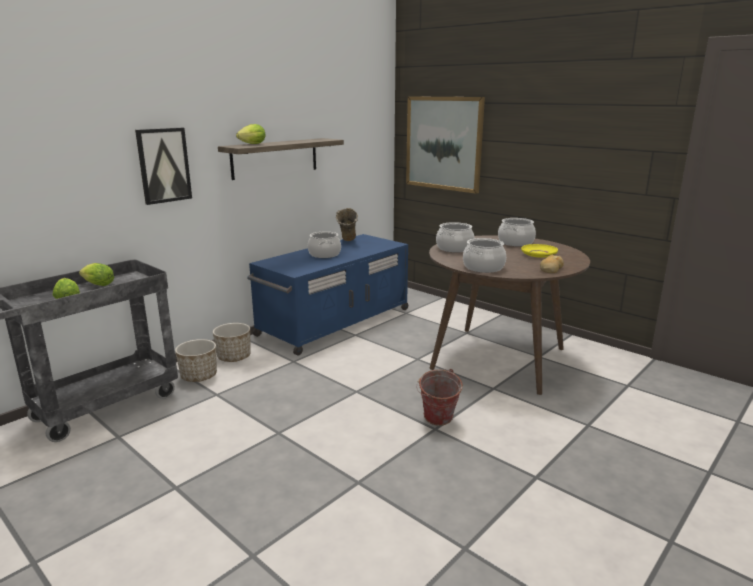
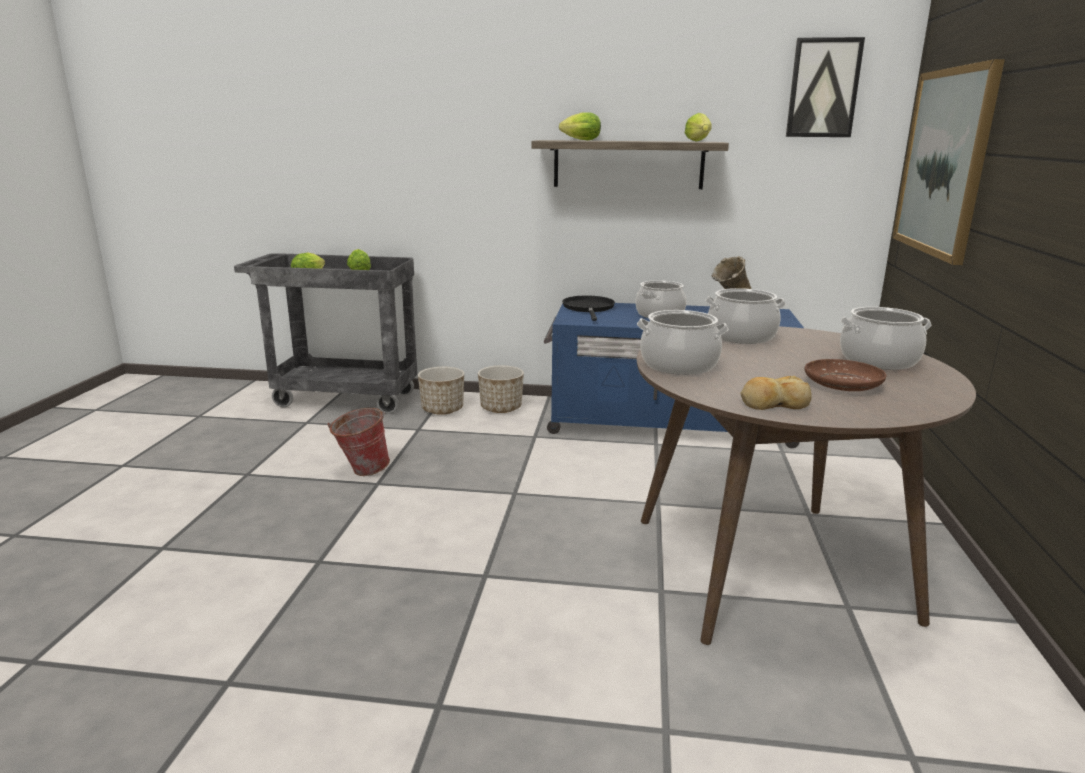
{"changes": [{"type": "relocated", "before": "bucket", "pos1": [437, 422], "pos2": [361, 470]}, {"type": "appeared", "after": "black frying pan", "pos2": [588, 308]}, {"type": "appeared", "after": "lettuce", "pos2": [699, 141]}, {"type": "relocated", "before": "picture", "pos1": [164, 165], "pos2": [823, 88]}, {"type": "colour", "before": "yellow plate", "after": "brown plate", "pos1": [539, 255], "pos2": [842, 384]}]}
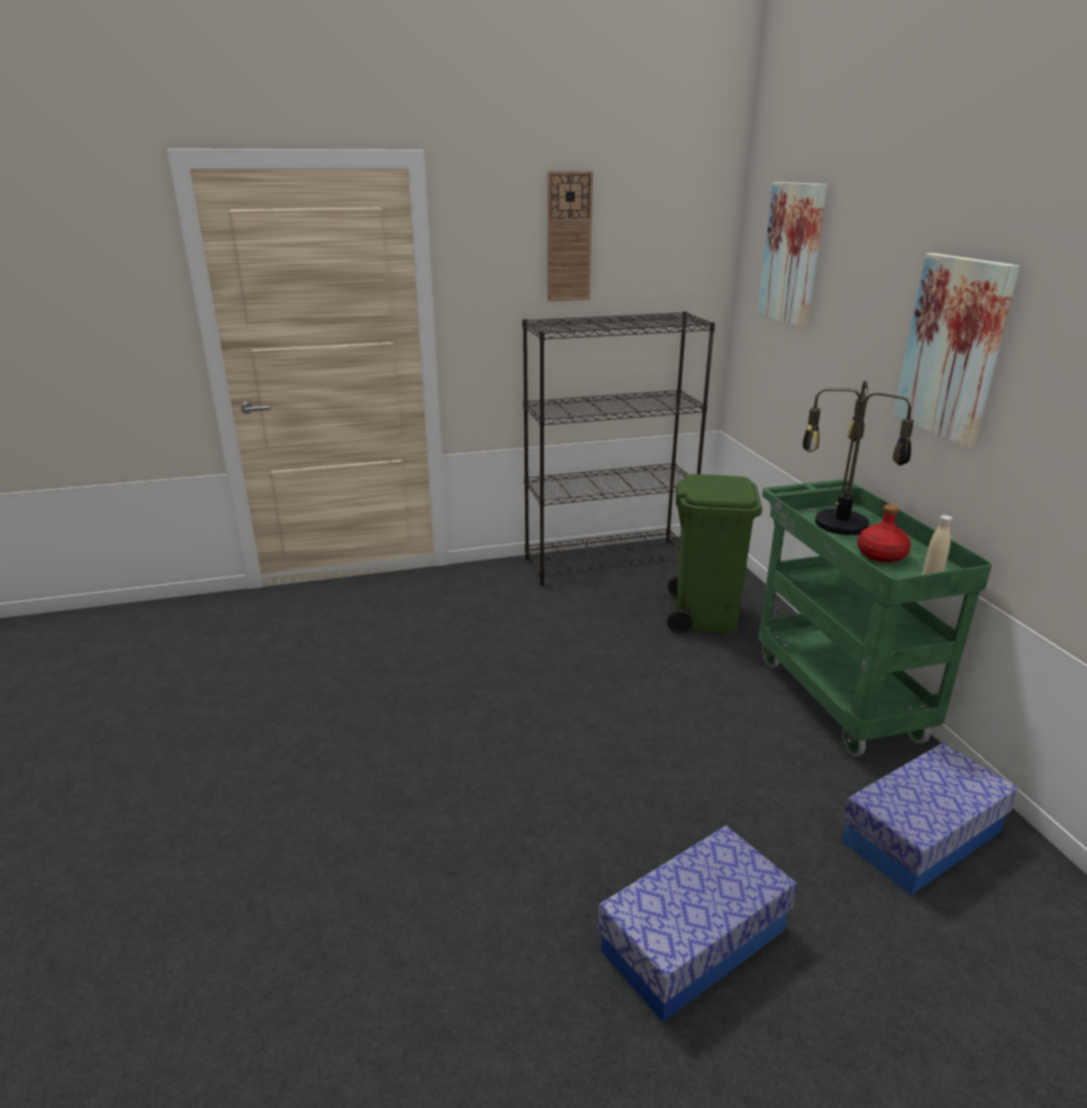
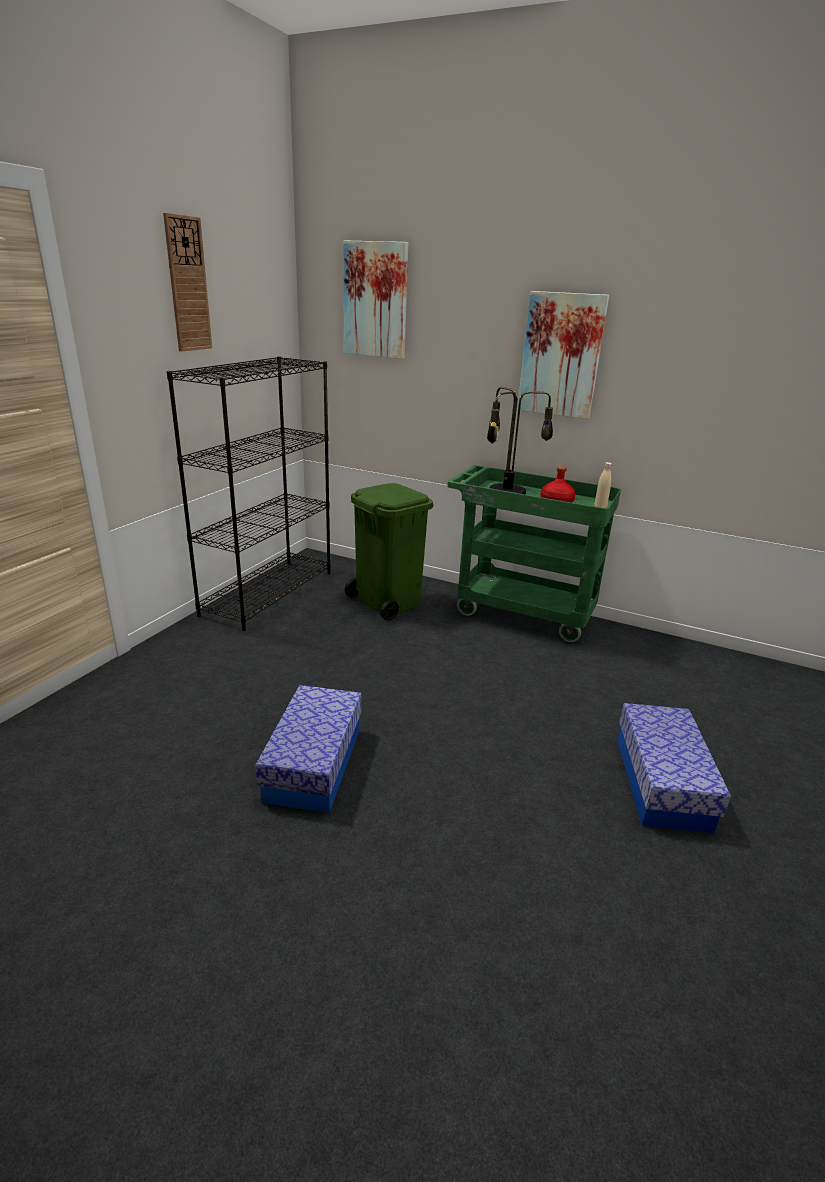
{"changes": [{"type": "relocated", "before": "storage box", "pos1": [921, 836], "pos2": [314, 763]}]}
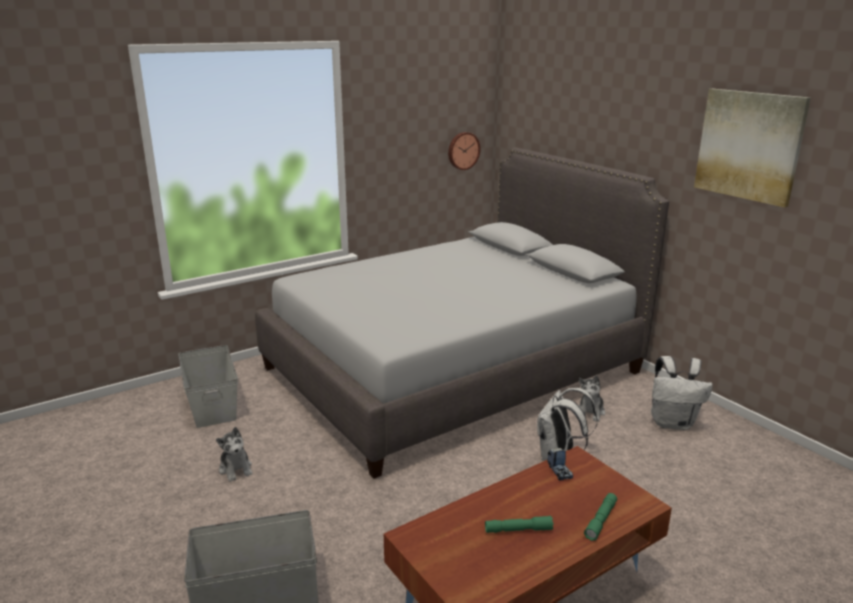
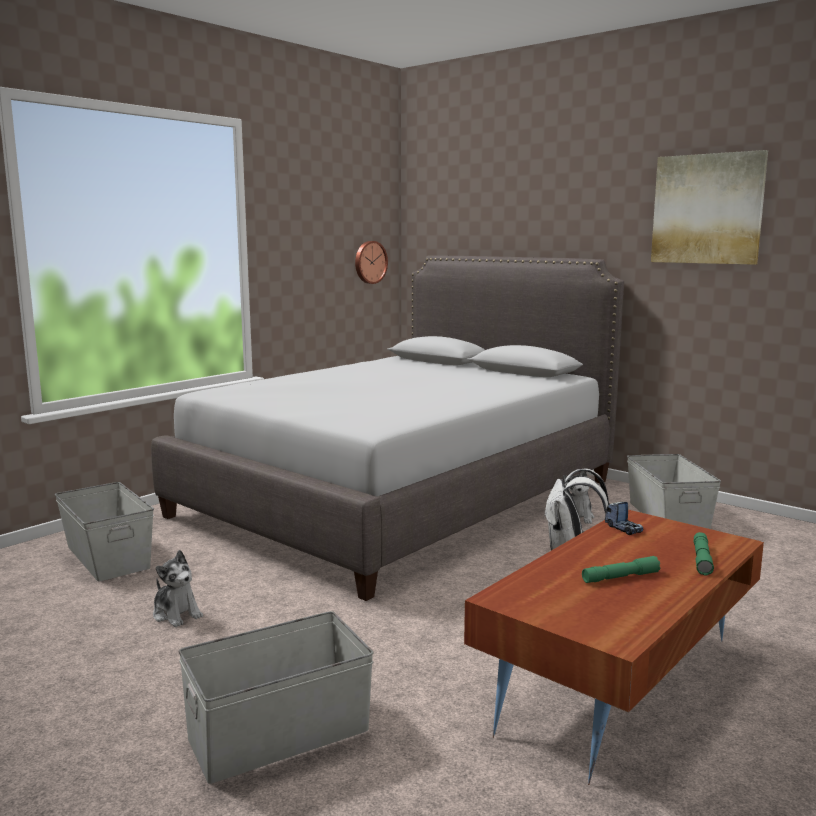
{"changes": [{"type": "exchanged", "before": "white backpack", "after": "grey storage box", "pos1": [672, 423], "pos2": [668, 517]}]}
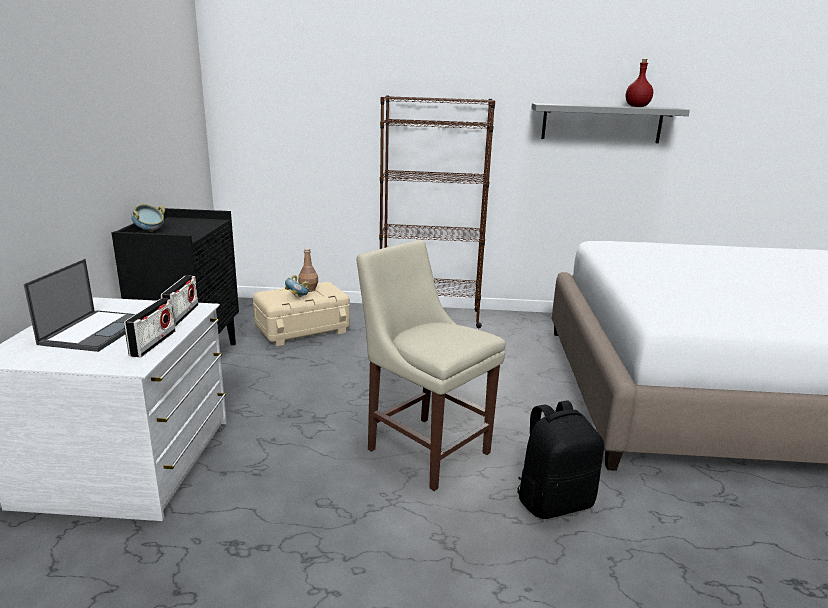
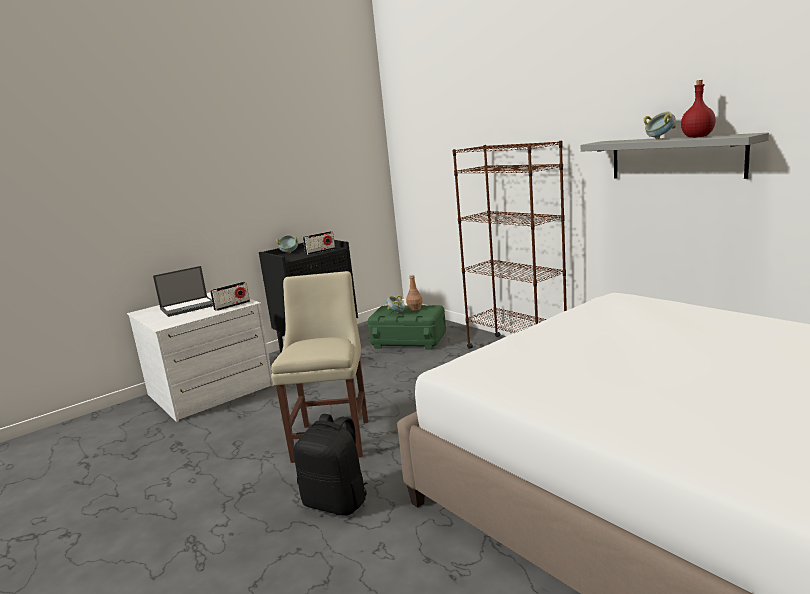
{"changes": [{"type": "relocated", "before": "radio", "pos1": [153, 343], "pos2": [320, 251]}, {"type": "colour", "before": "beige storage box", "after": "green storage box", "pos1": [302, 329], "pos2": [409, 341]}, {"type": "appeared", "after": "bowl", "pos2": [659, 139]}]}
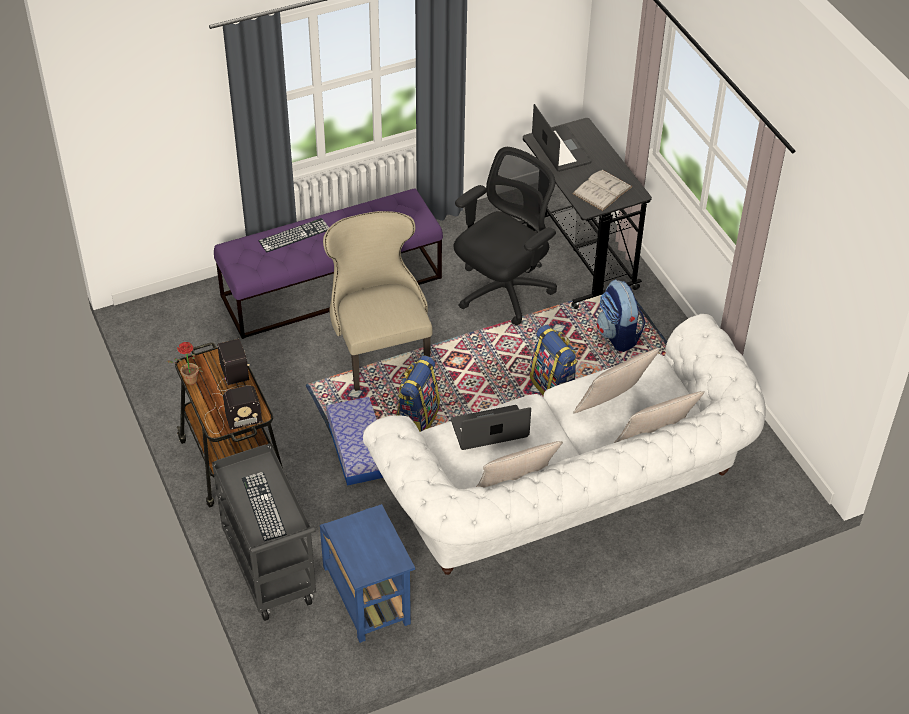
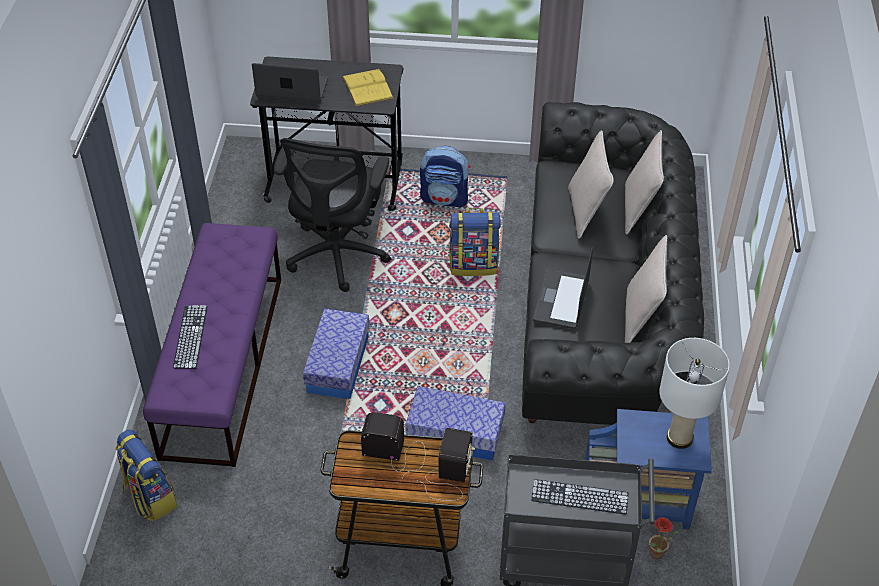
{"changes": [{"type": "relocated", "before": "backpack", "pos1": [417, 418], "pos2": [149, 497]}, {"type": "spun", "before": "black office chair", "pos1": [501, 295], "pos2": [337, 249], "turn": -150}, {"type": "exchanged", "before": "beige chair", "after": "storage box", "pos1": [379, 350], "pos2": [338, 364]}, {"type": "colour", "before": "white book", "after": "yellow book", "pos1": [602, 190], "pos2": [367, 87]}, {"type": "colour", "before": "white sofa", "after": "black sofa", "pos1": [570, 494], "pos2": [603, 308]}, {"type": "relocated", "before": "potted plant", "pos1": [188, 381], "pos2": [657, 555]}, {"type": "appeared", "after": "white table lamp", "pos2": [679, 437]}]}
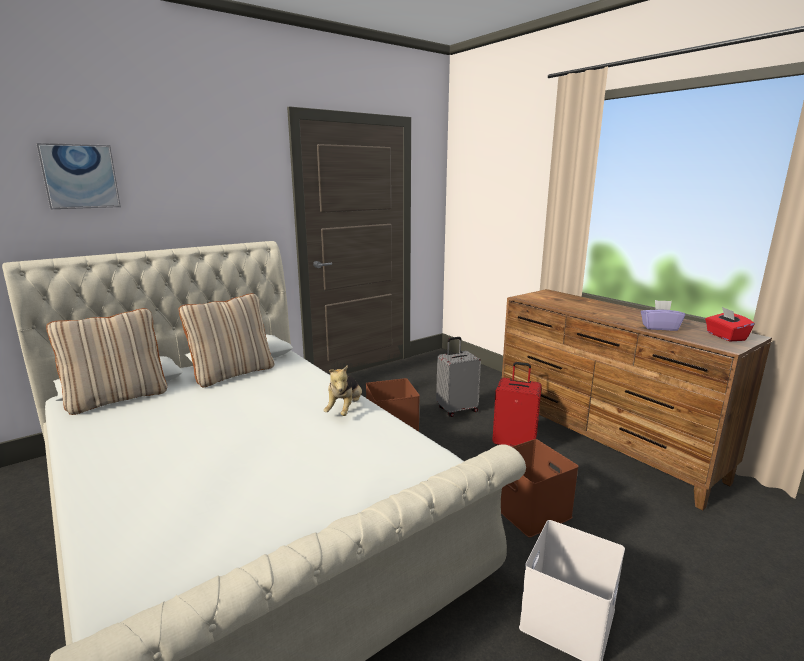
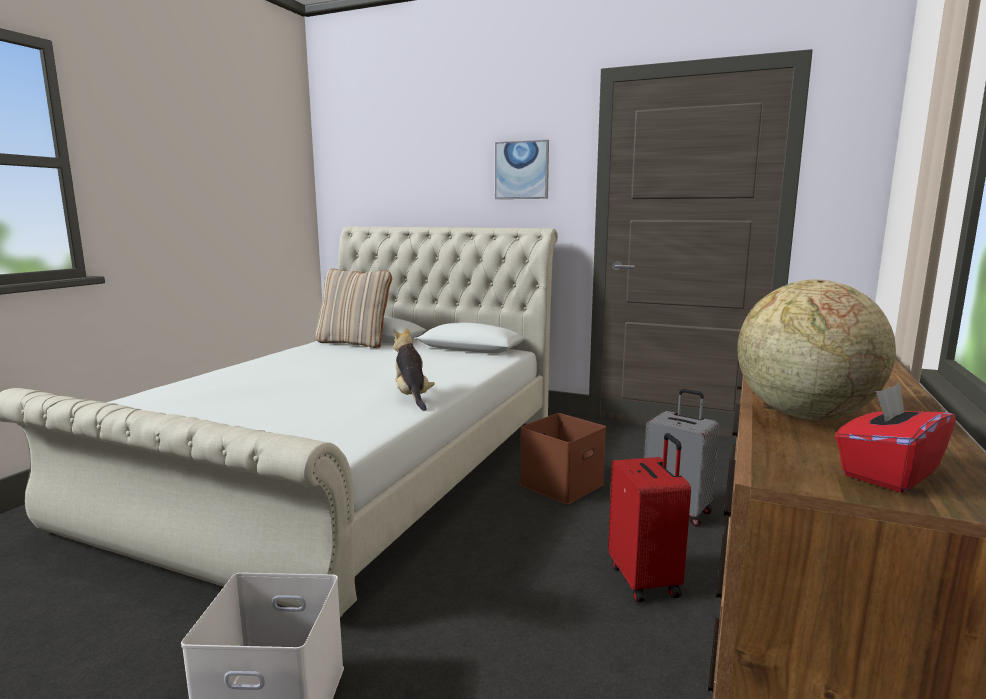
{"changes": [{"type": "spun", "before": "plush toy", "pos1": [345, 410], "pos2": [412, 397], "turn": 90}, {"type": "relocated", "before": "picture", "pos1": [80, 176], "pos2": [522, 170]}, {"type": "exchanged", "before": "purple tissue box", "after": "globe", "pos1": [659, 327], "pos2": [803, 415]}, {"type": "missing", "before": "beige pillow", "pos1": [233, 373]}, {"type": "missing", "before": "brown storage box", "pos1": [532, 510]}]}
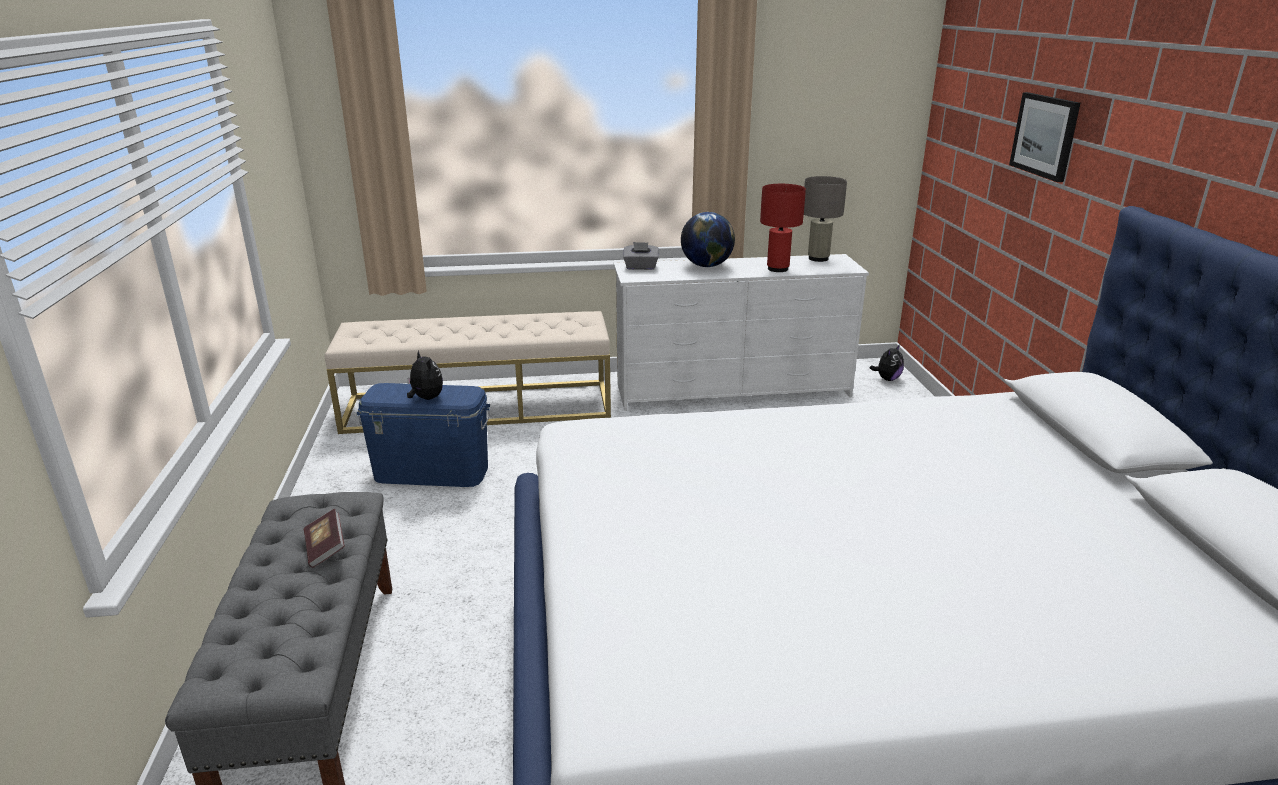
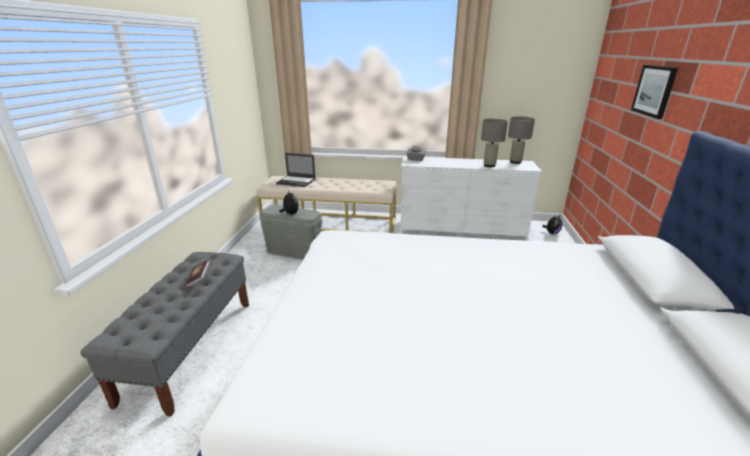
{"changes": [{"type": "colour", "before": "blue storage box", "after": "grey storage box", "pos1": [432, 472], "pos2": [294, 251]}, {"type": "appeared", "after": "laptop", "pos2": [296, 181]}, {"type": "colour", "before": "red table lamp", "after": "grey table lamp", "pos1": [777, 269], "pos2": [489, 165]}, {"type": "missing", "before": "globe", "pos1": [706, 266]}]}
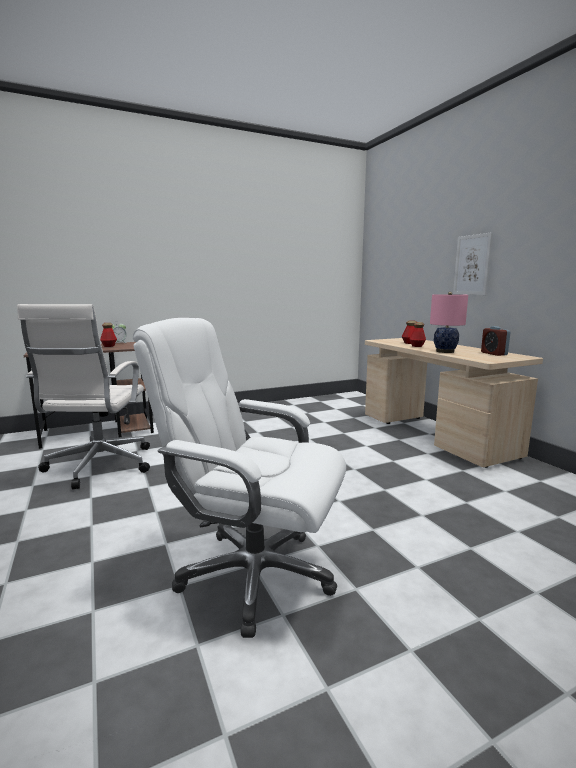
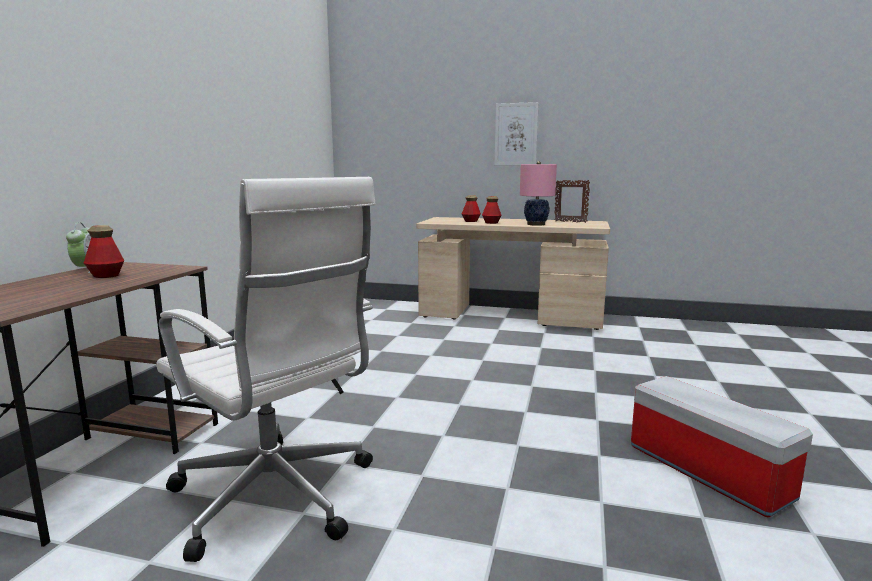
{"changes": [{"type": "exchanged", "before": "alarm clock", "after": "picture frame", "pos1": [493, 353], "pos2": [570, 222]}, {"type": "exchanged", "before": "white office chair", "after": "storage box", "pos1": [254, 574], "pos2": [704, 471]}]}
